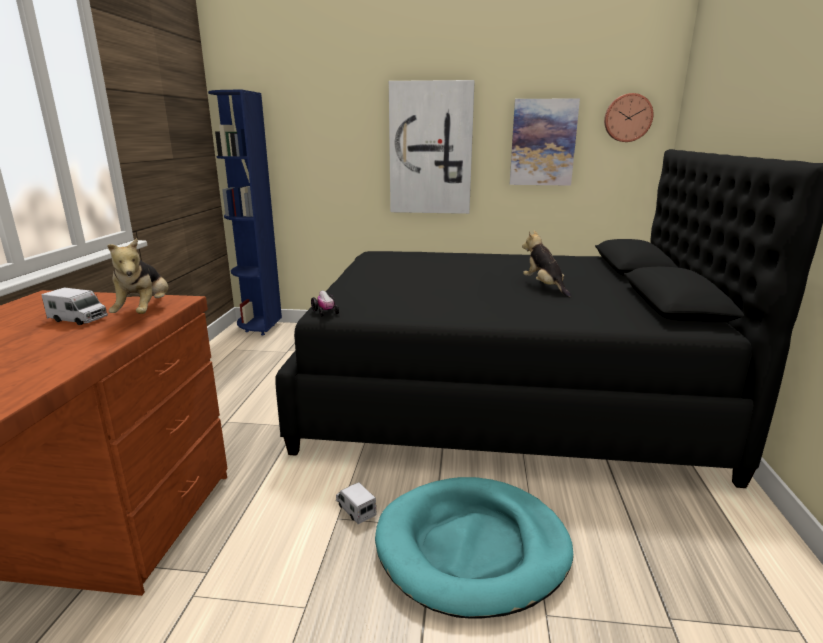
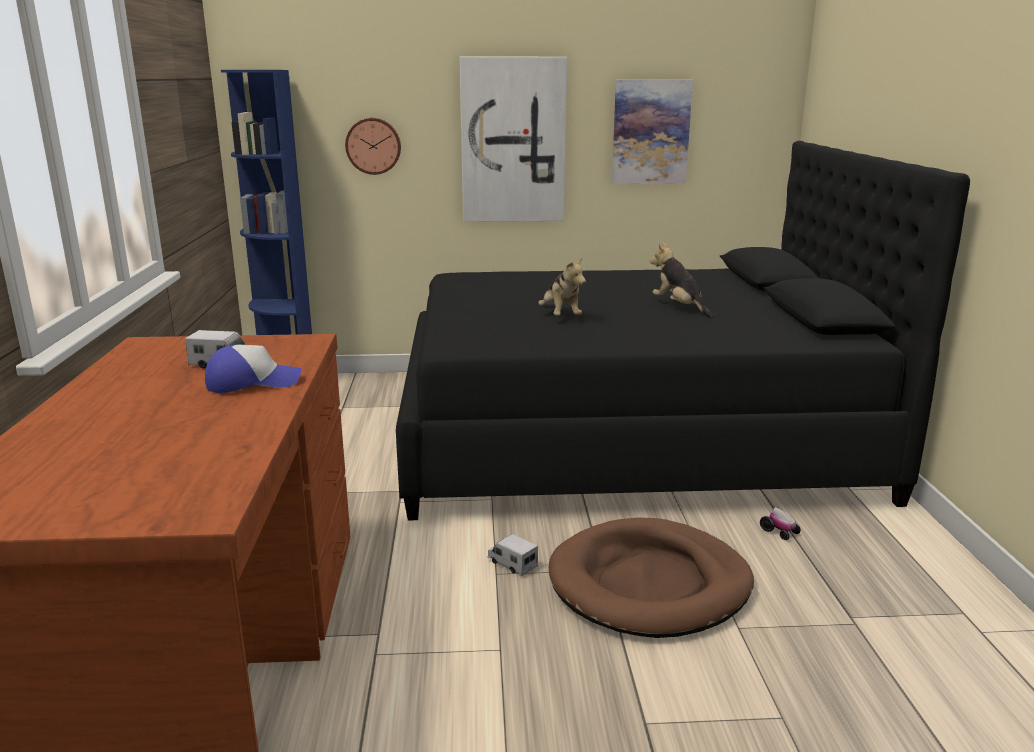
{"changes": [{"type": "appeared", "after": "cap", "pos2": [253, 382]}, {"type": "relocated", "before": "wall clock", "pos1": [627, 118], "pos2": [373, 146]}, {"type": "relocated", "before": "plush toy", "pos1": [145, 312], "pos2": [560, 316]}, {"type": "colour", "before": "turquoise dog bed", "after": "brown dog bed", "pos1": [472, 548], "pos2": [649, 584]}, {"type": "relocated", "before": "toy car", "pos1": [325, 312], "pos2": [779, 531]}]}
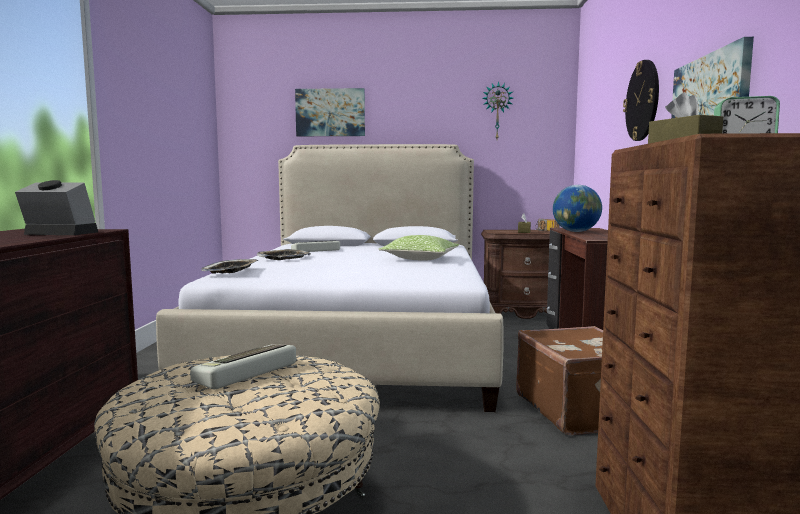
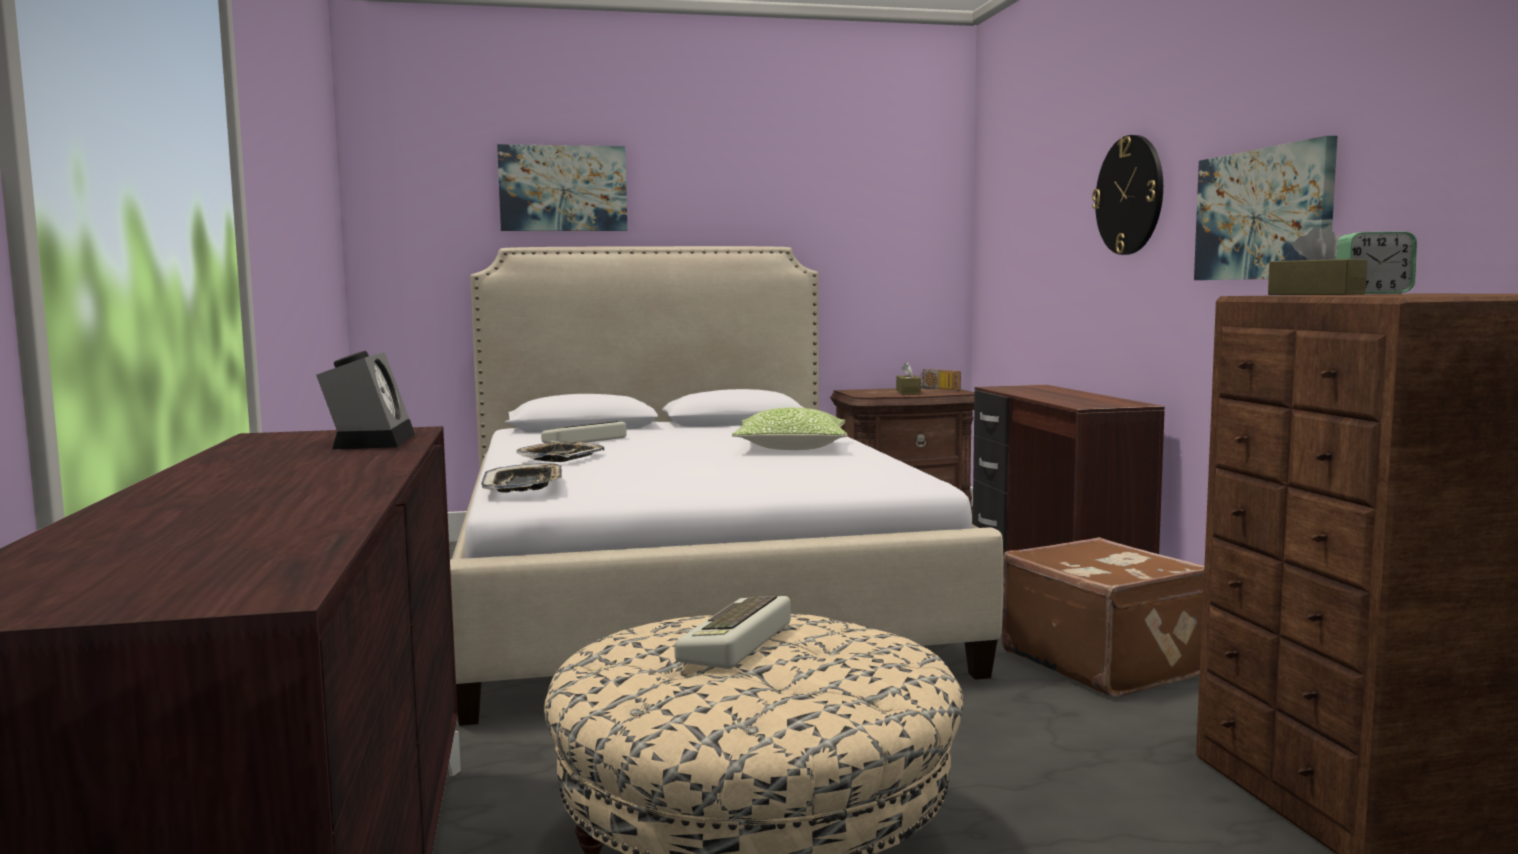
{"changes": [{"type": "spun", "before": "alarm clock", "pos1": [57, 233], "pos2": [370, 441], "turn": 90}, {"type": "missing", "before": "wall clock", "pos1": [497, 111]}, {"type": "missing", "before": "globe", "pos1": [576, 232]}]}
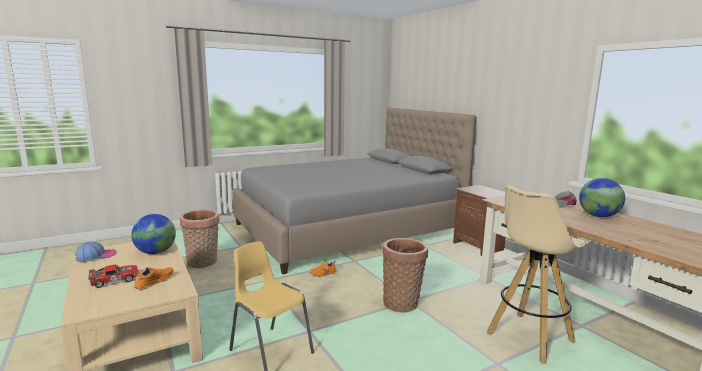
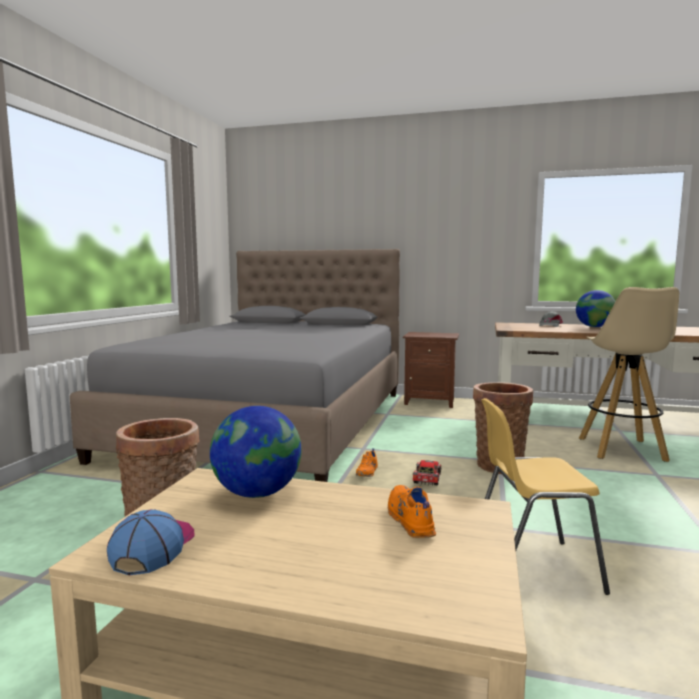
{"changes": [{"type": "relocated", "before": "toy car", "pos1": [115, 279], "pos2": [425, 477]}]}
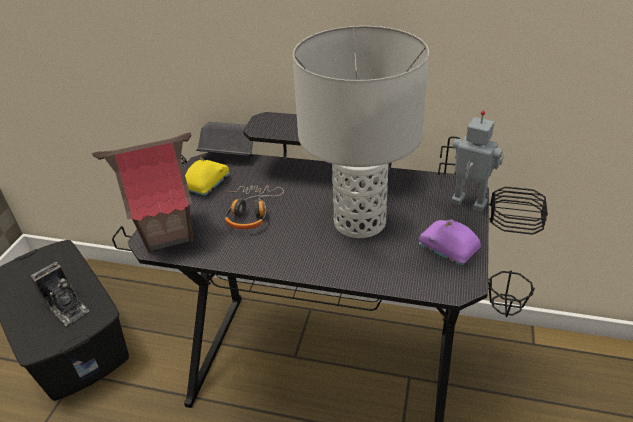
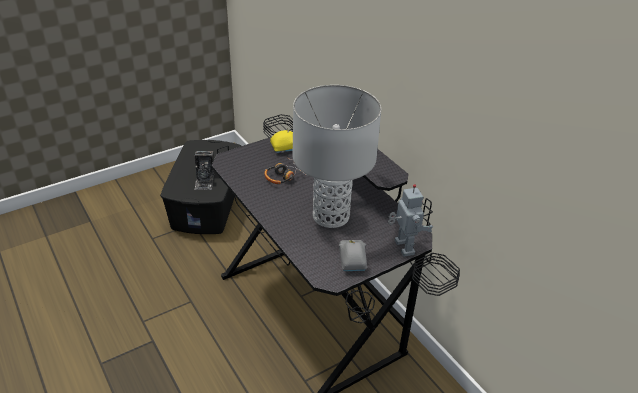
{"changes": [{"type": "colour", "before": "purple toy car", "after": "grey toy car", "pos1": [448, 250], "pos2": [351, 260]}, {"type": "missing", "before": "toy house", "pos1": [168, 233]}]}
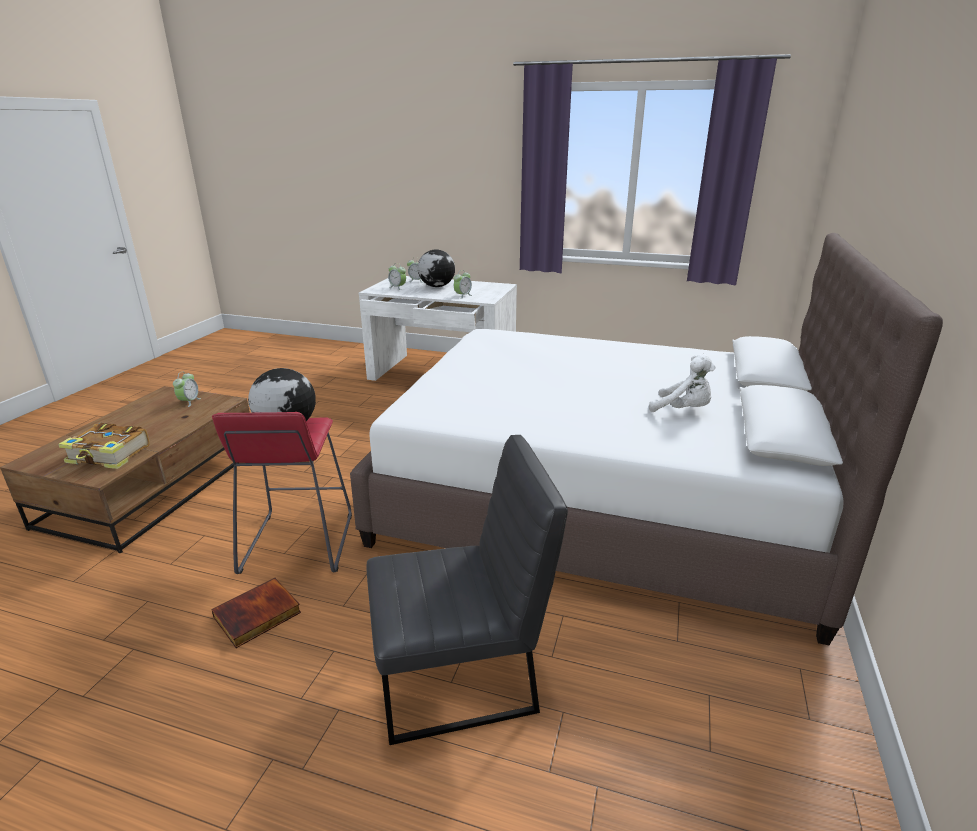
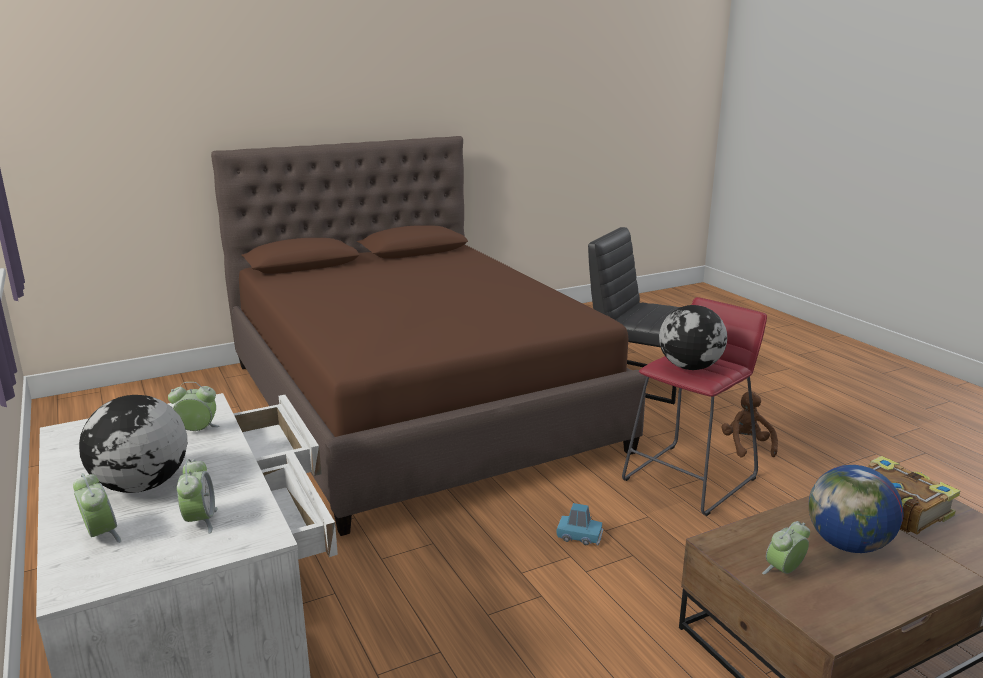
{"changes": [{"type": "colour", "before": "white bed", "after": "brown bed", "pos1": [598, 498], "pos2": [416, 404]}, {"type": "appeared", "after": "blue toy car", "pos2": [579, 536]}, {"type": "exchanged", "before": "book", "after": "brown plush toy", "pos1": [257, 616], "pos2": [746, 446]}, {"type": "appeared", "after": "globe", "pos2": [848, 545]}, {"type": "missing", "before": "white plush toy", "pos1": [683, 410]}]}
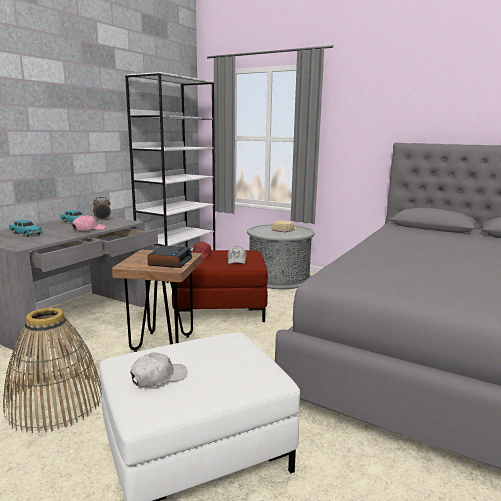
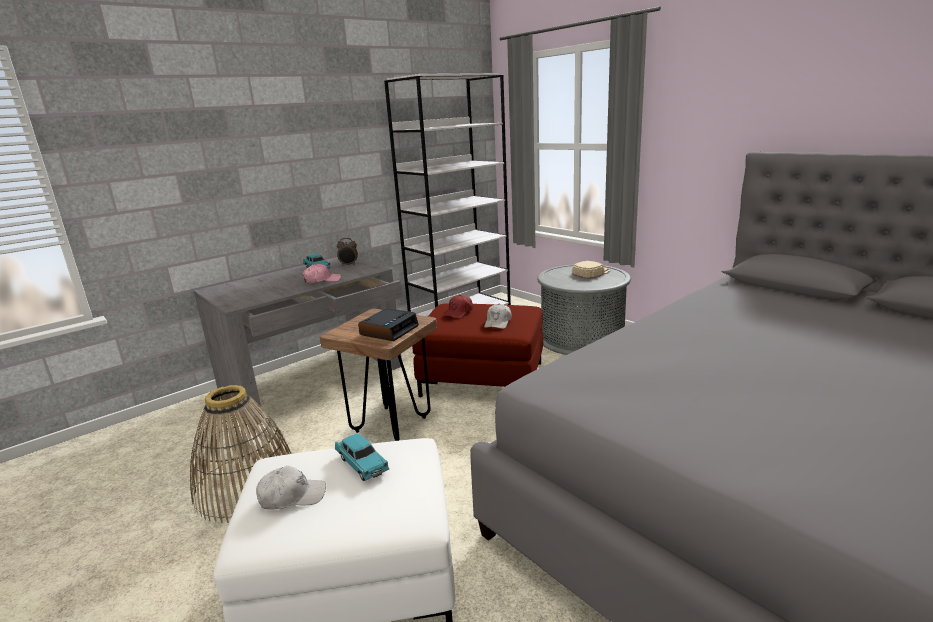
{"changes": [{"type": "relocated", "before": "turquoise toy car", "pos1": [26, 234], "pos2": [362, 464]}]}
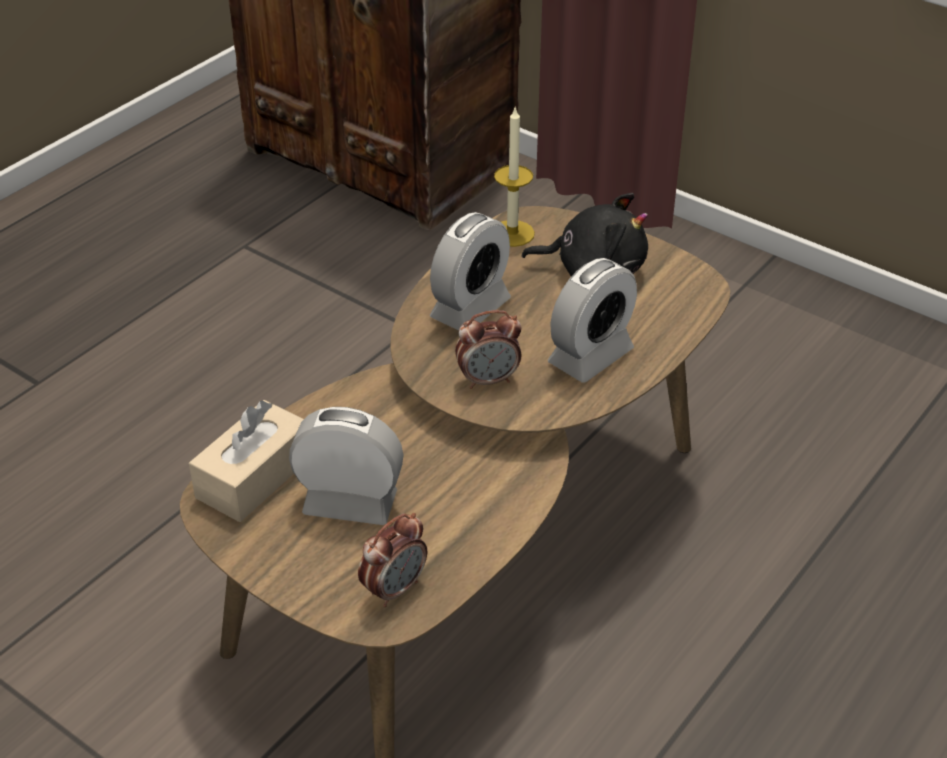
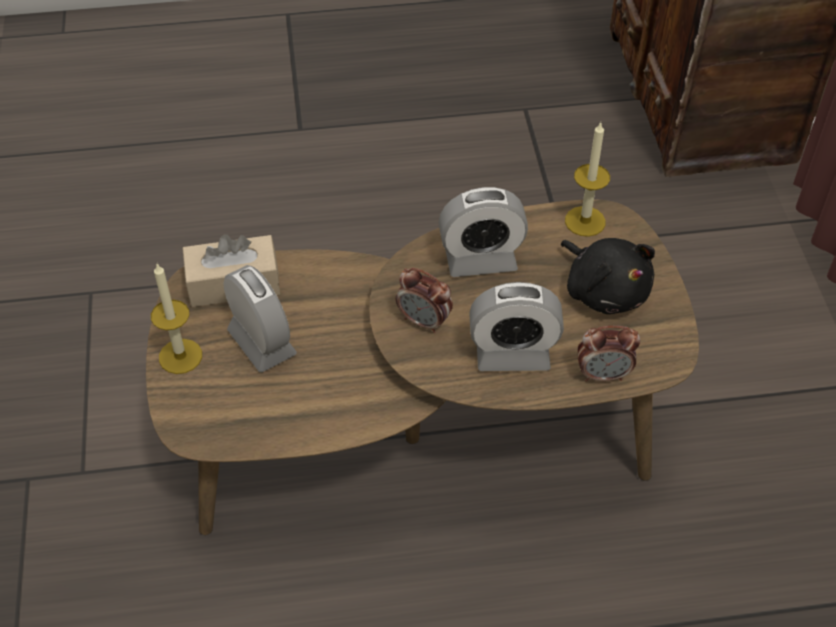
{"changes": [{"type": "appeared", "after": "candle", "pos2": [180, 356]}, {"type": "relocated", "before": "alarm clock", "pos1": [394, 589], "pos2": [603, 374]}]}
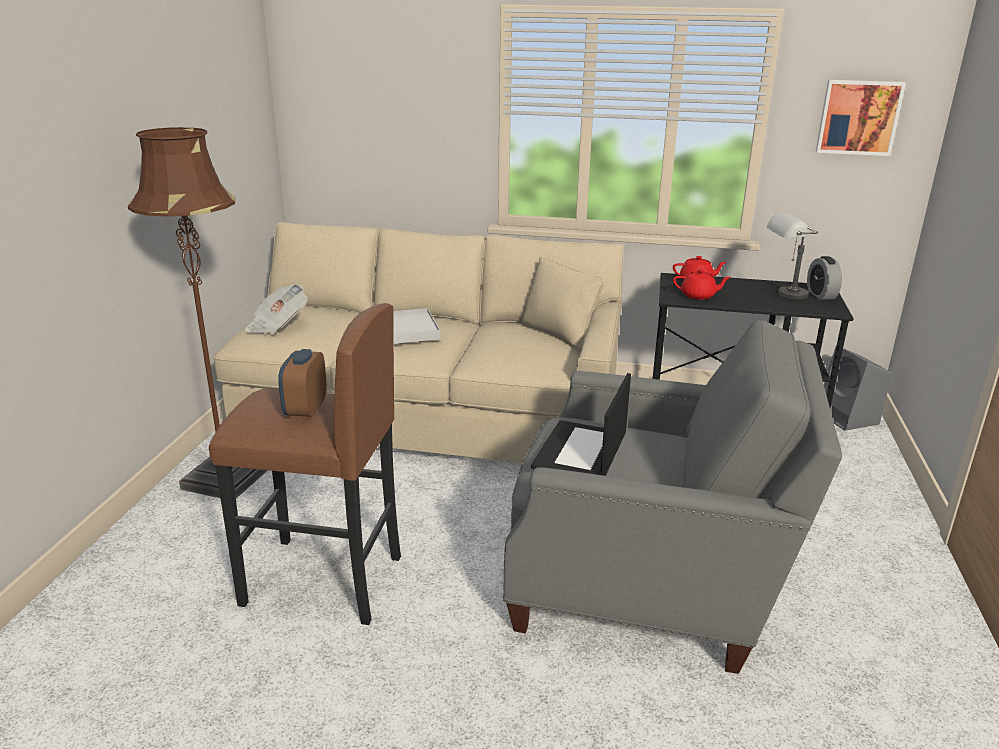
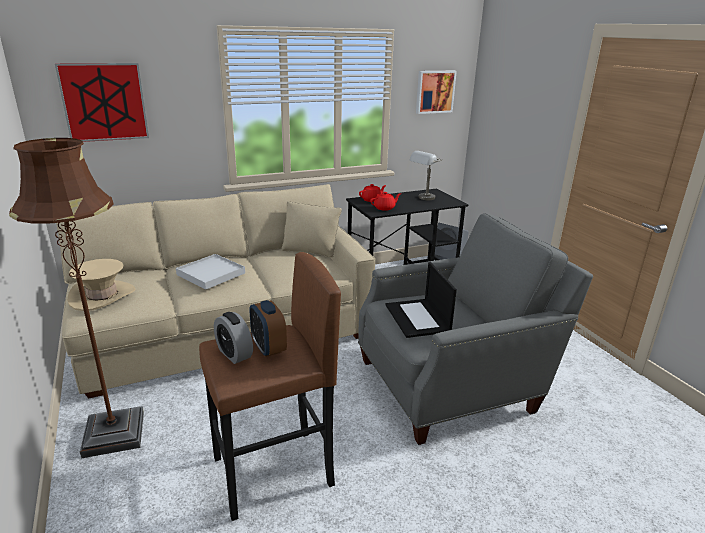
{"changes": [{"type": "appeared", "after": "picture", "pos2": [104, 102]}, {"type": "exchanged", "before": "newspaper", "after": "beige hat", "pos1": [277, 325], "pos2": [102, 296]}, {"type": "relocated", "before": "alarm clock", "pos1": [821, 295], "pos2": [234, 354]}]}
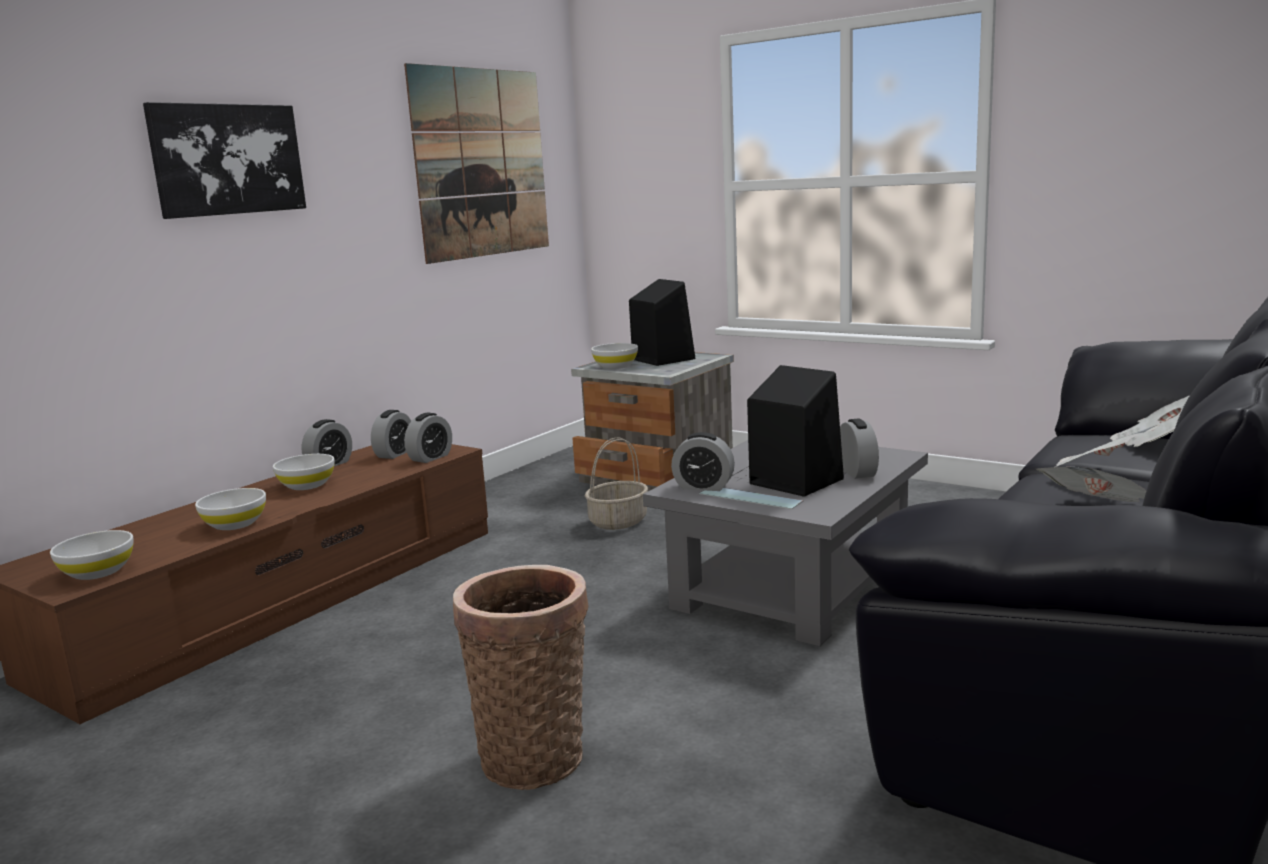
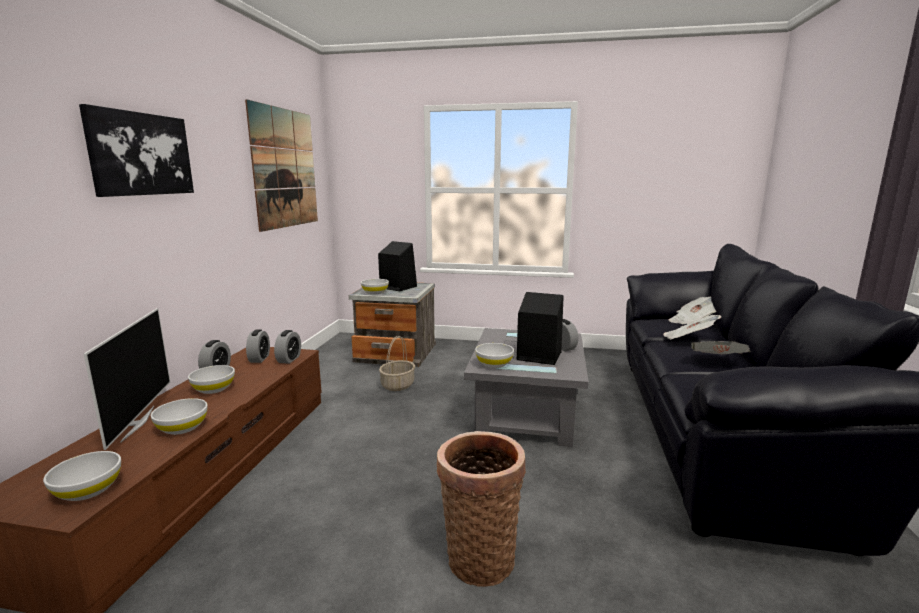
{"changes": [{"type": "appeared", "after": "television", "pos2": [136, 423]}, {"type": "exchanged", "before": "alarm clock", "after": "white bowl", "pos1": [703, 487], "pos2": [494, 364]}]}
